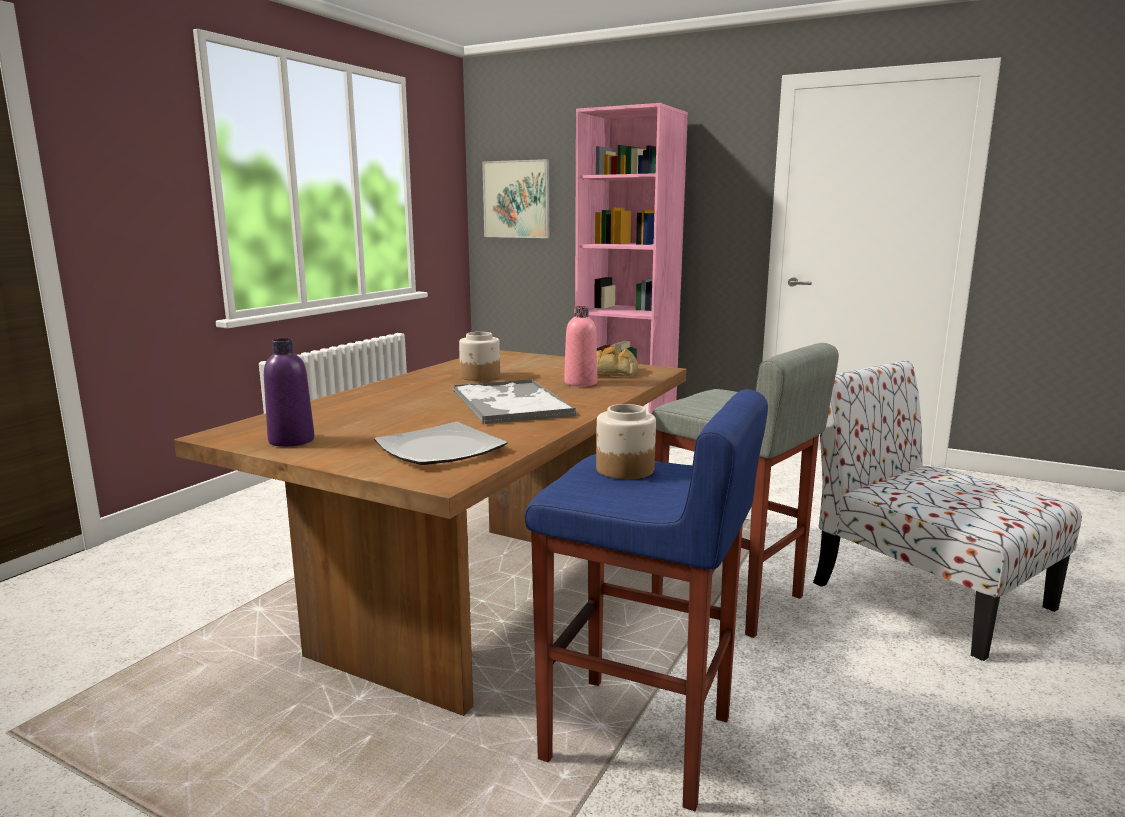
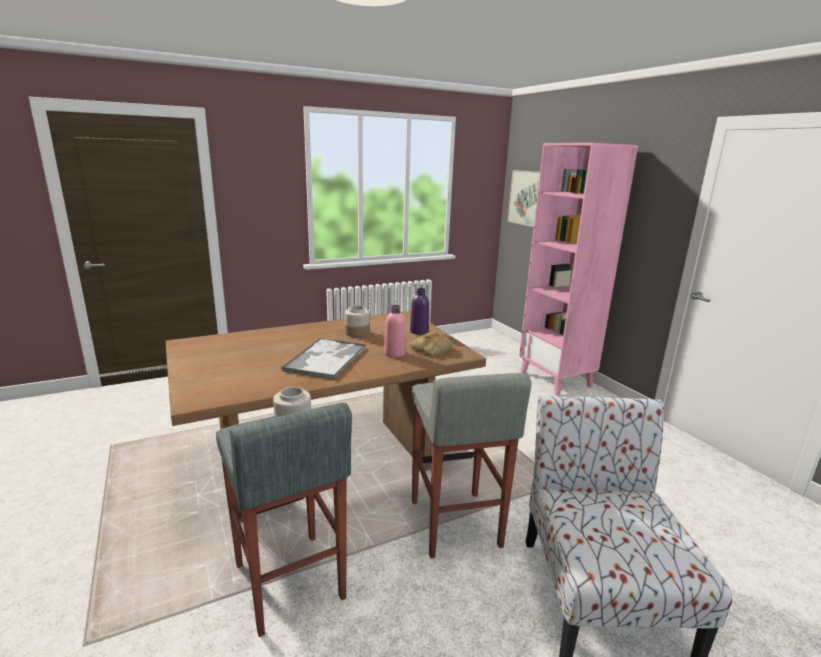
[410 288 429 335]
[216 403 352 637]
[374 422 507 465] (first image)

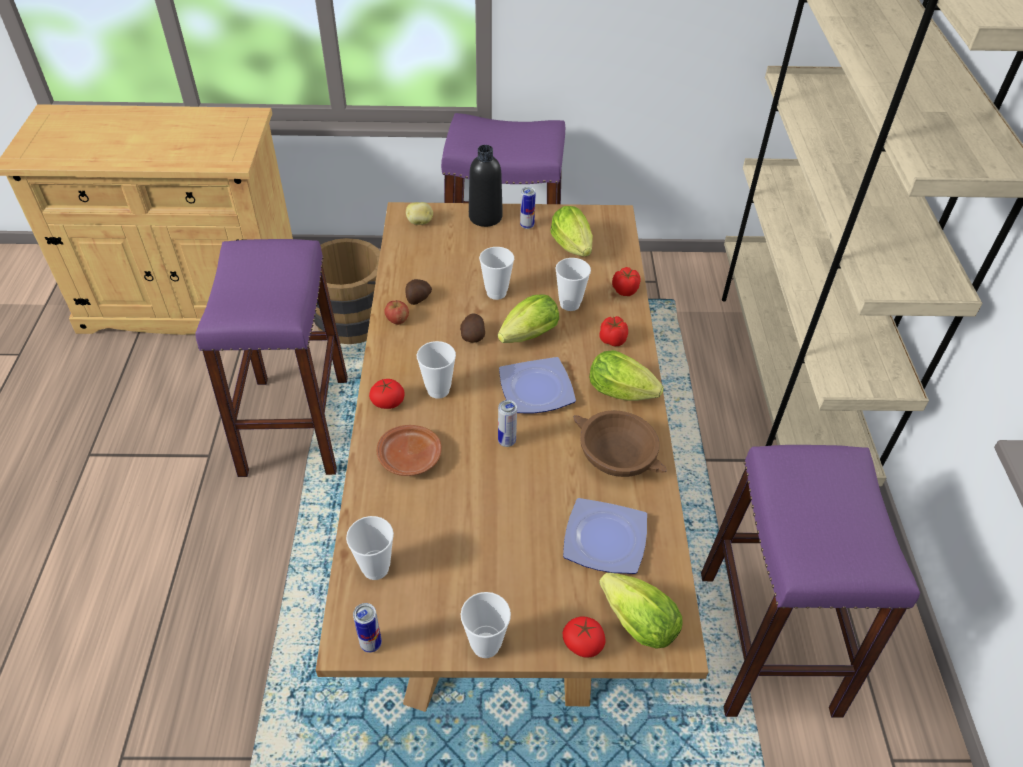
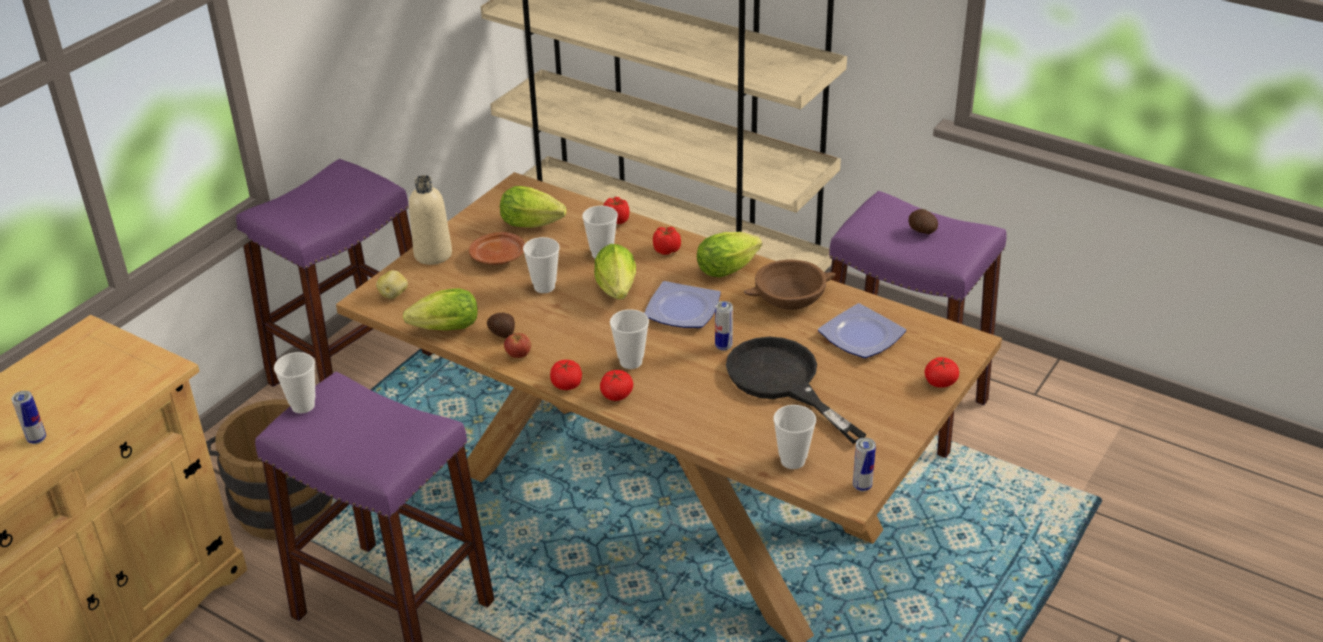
[409 175 452 265]
[11 391 46 444]
[908 209 938 234]
[469 232 525 265]
[403 288 478 331]
[274 352 315 414]
[726 337 867 444]
[550 360 582 390]

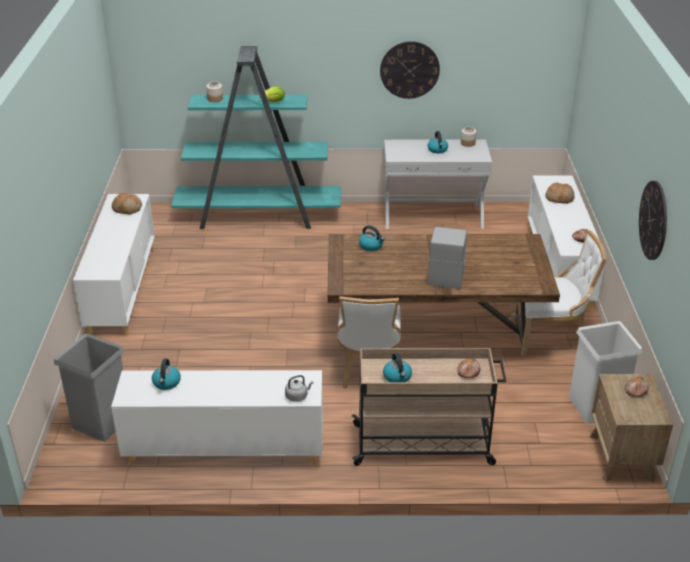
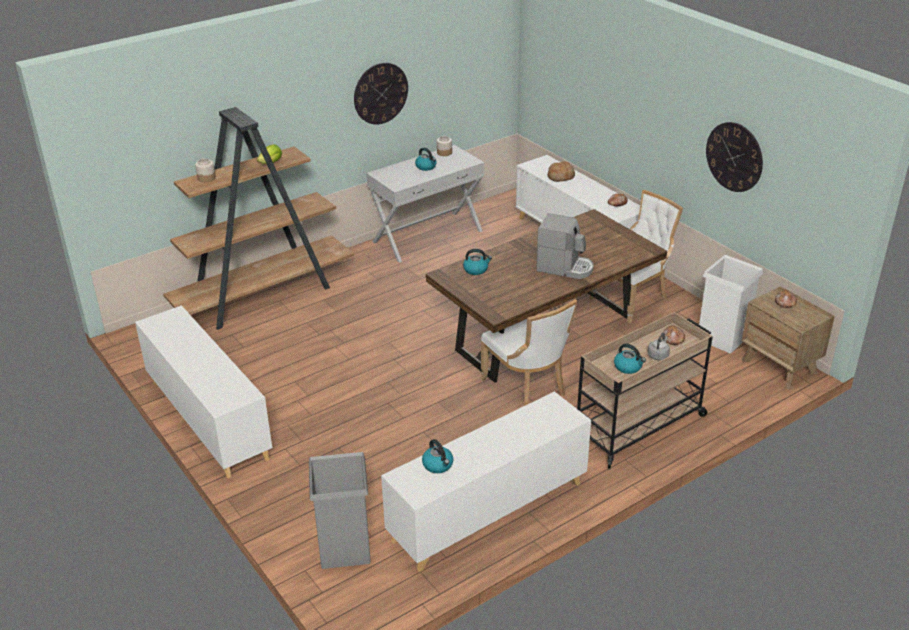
[163 107 354 330]
[112 192 142 214] (first image)
[536 213 593 279]
[648 333 670 360]

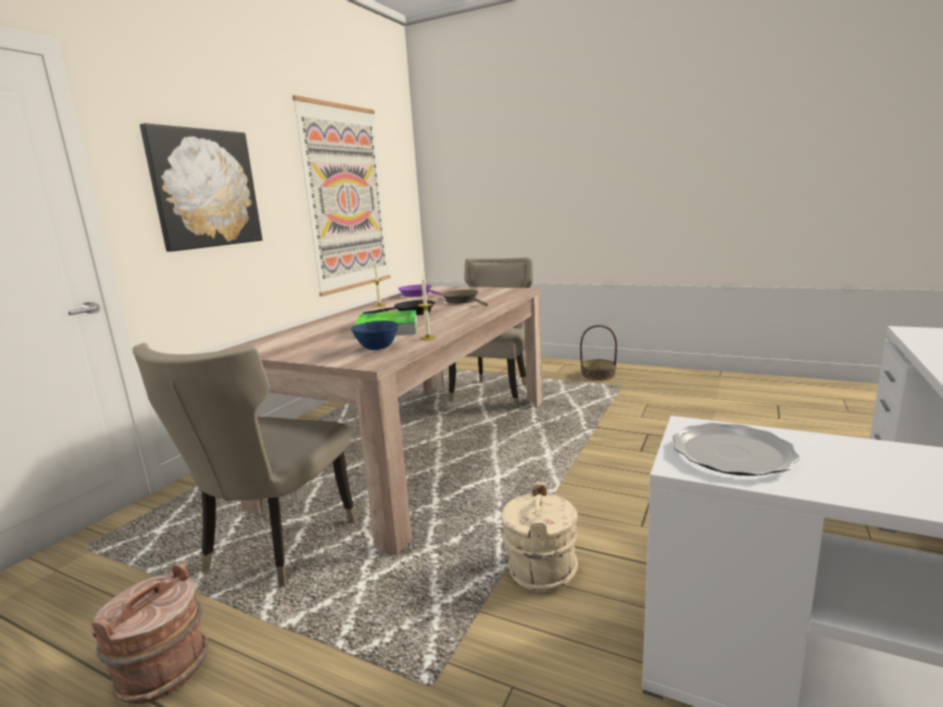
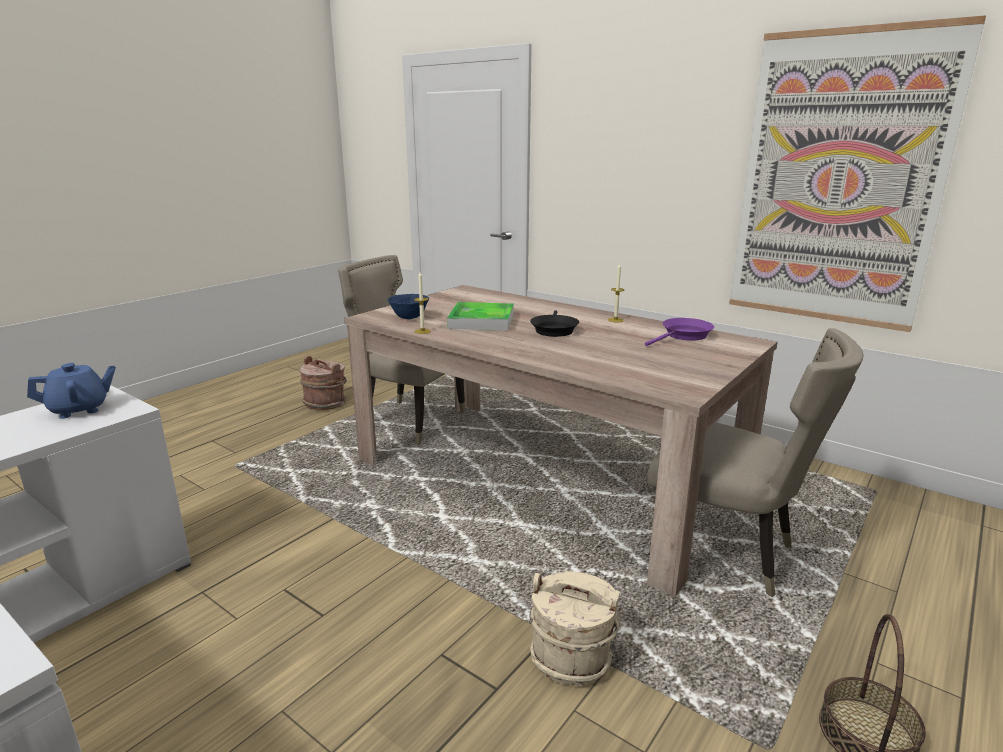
[140 123 262 252] (first image)
[441 290 488 306] (first image)
[27 363 116 419]
[529 571 621 685]

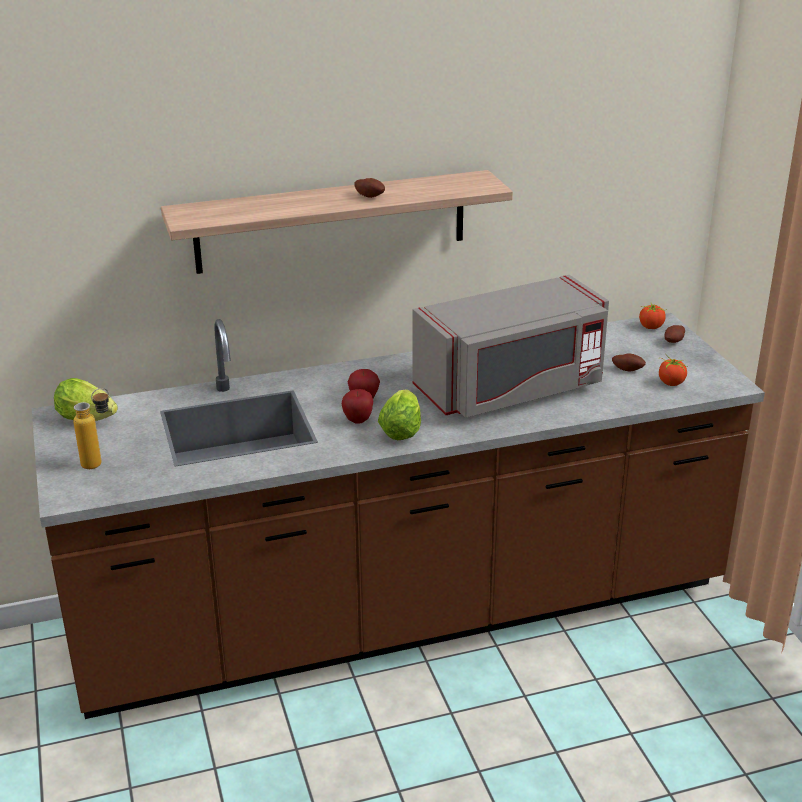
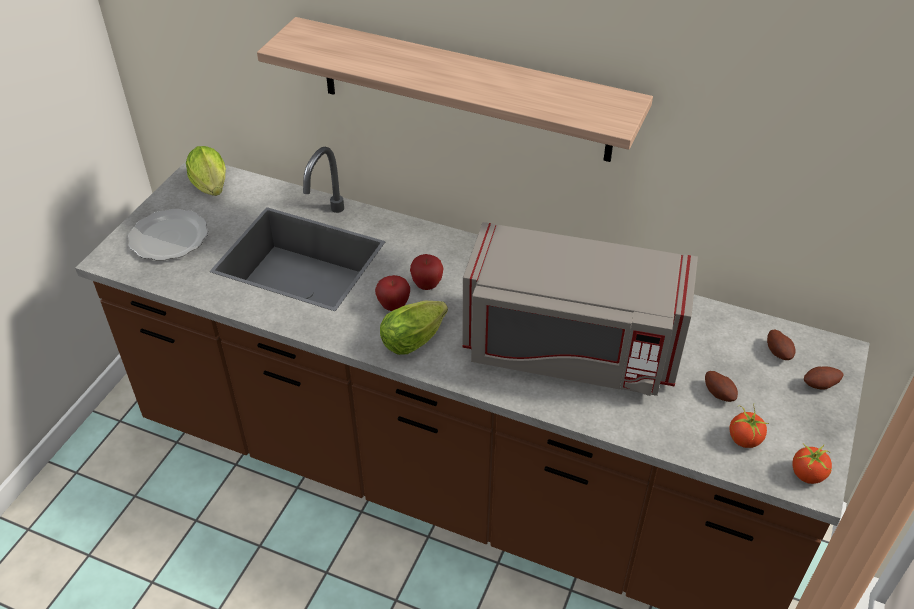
[767 329 796 360]
[793 445 832 484]
[128 209 208 261]

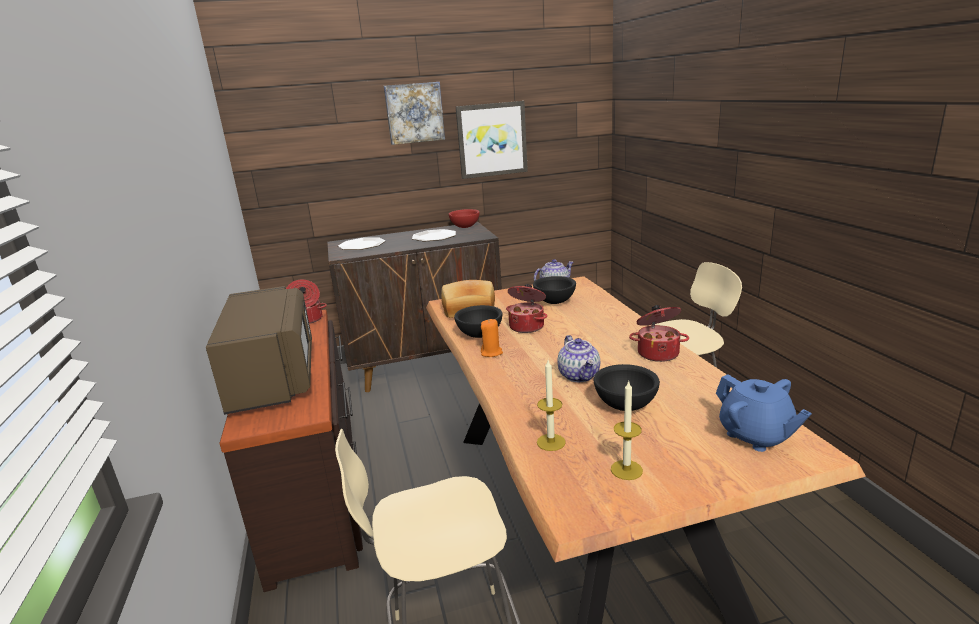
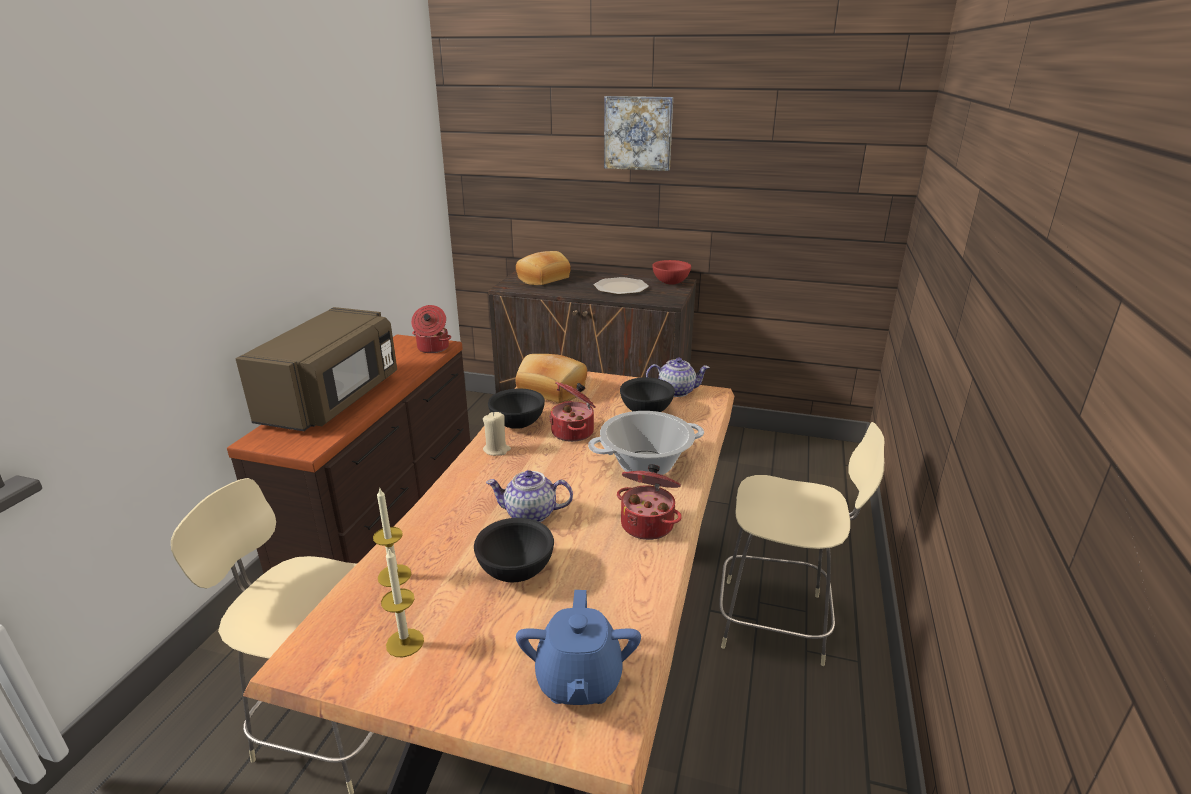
[456 101 528 179] (first image)
[516 251 571 285]
[483 412 511 456]
[486 470 573 522]
[588 411 704 475]

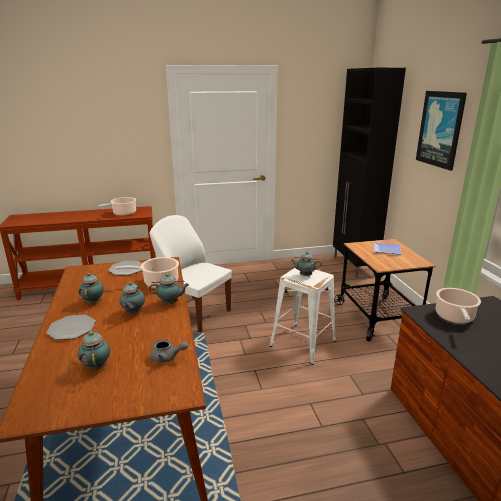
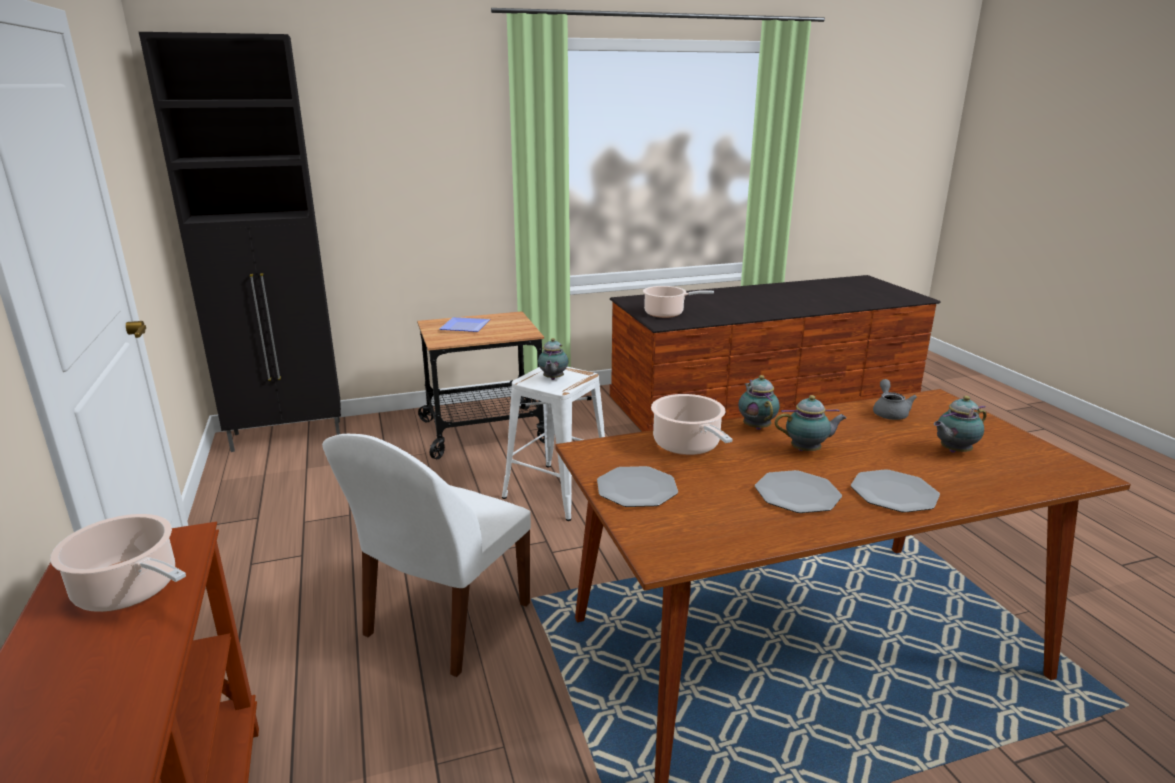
[416 91 467 171] (first image)
[755 470 842 513]

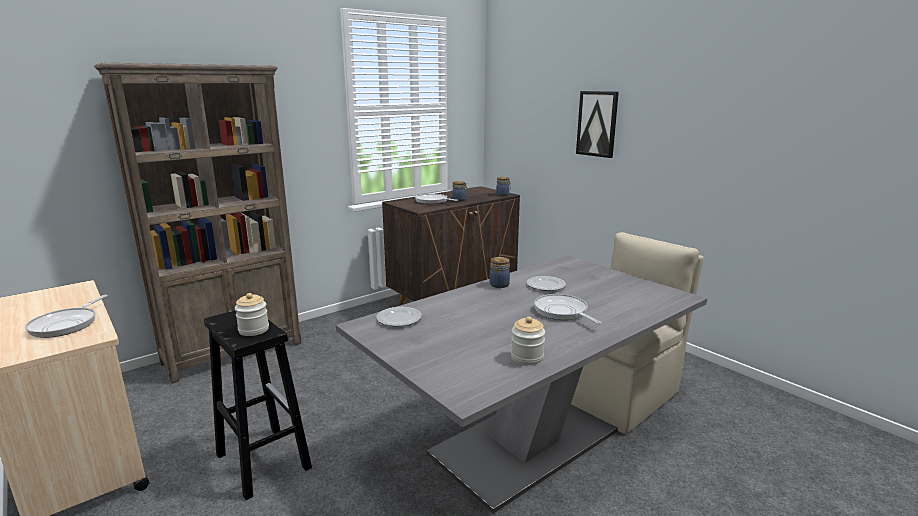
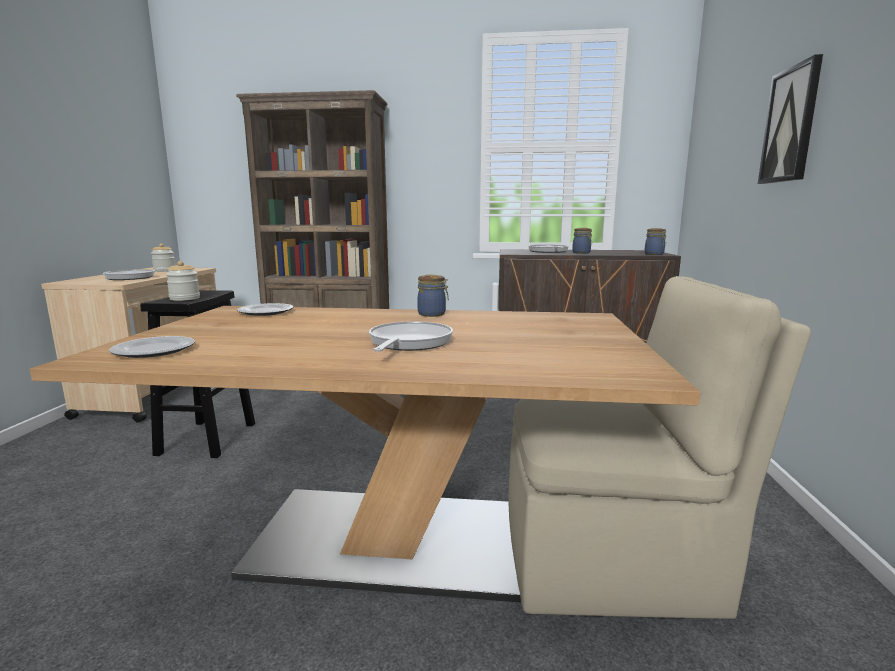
[30 306 701 603]
[109 336 195 358]
[151 243 175 272]

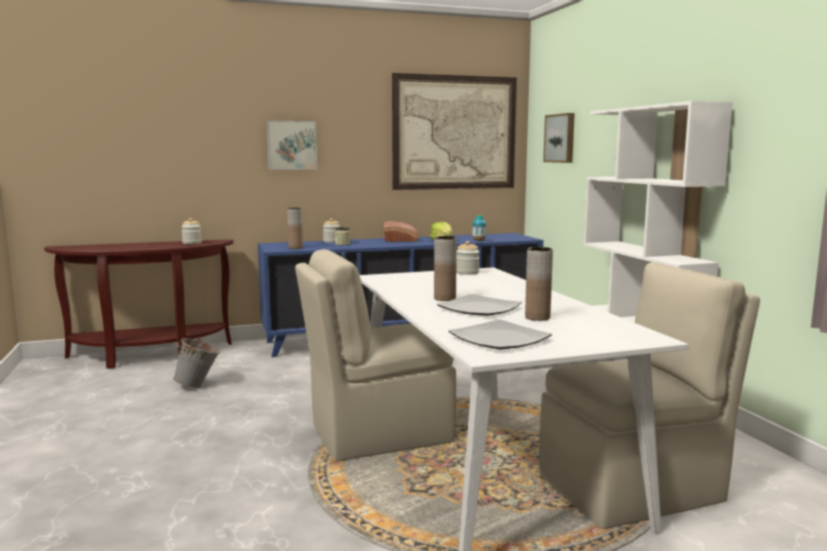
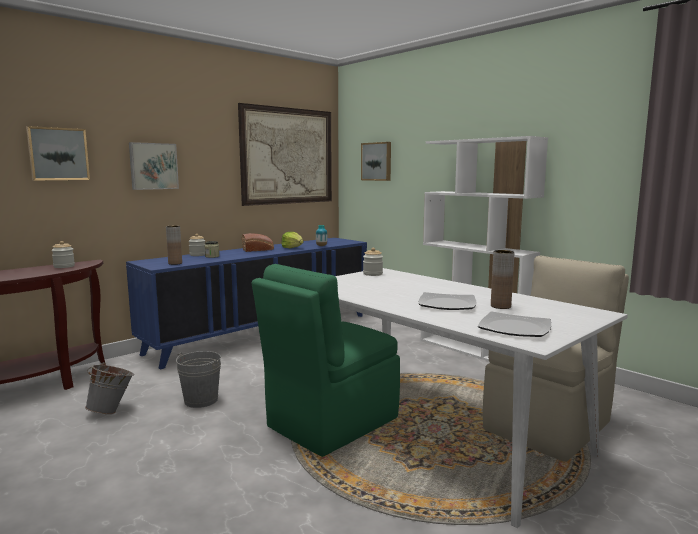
[434 236 457 301] (first image)
[252 264 400 457]
[26 126 90 181]
[176 351 221 408]

